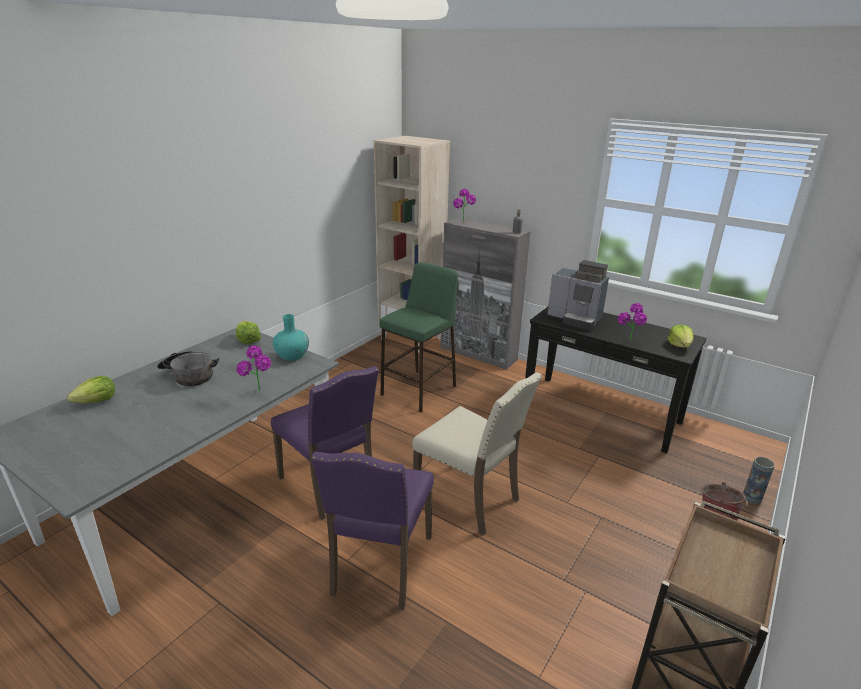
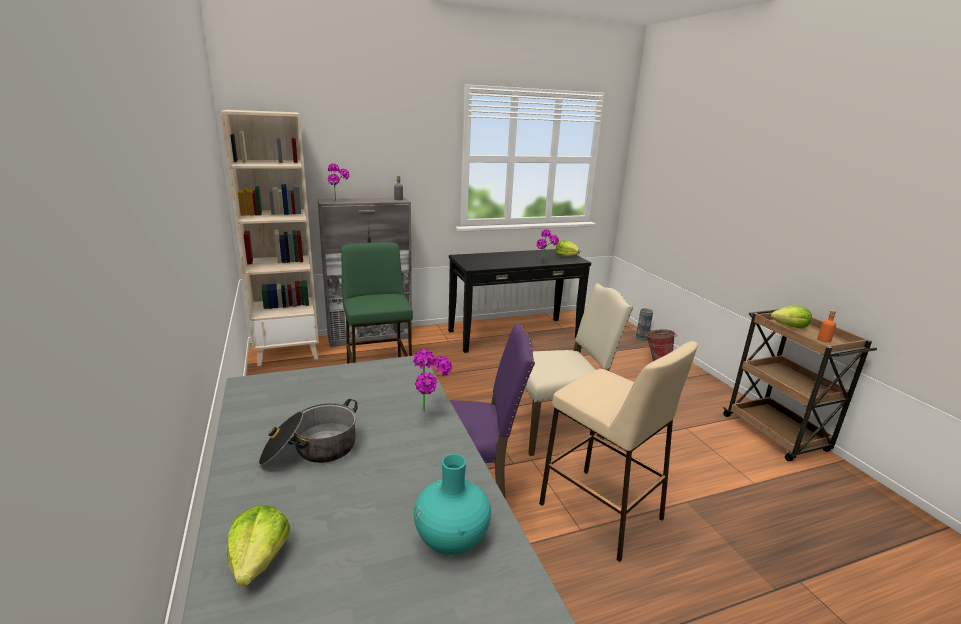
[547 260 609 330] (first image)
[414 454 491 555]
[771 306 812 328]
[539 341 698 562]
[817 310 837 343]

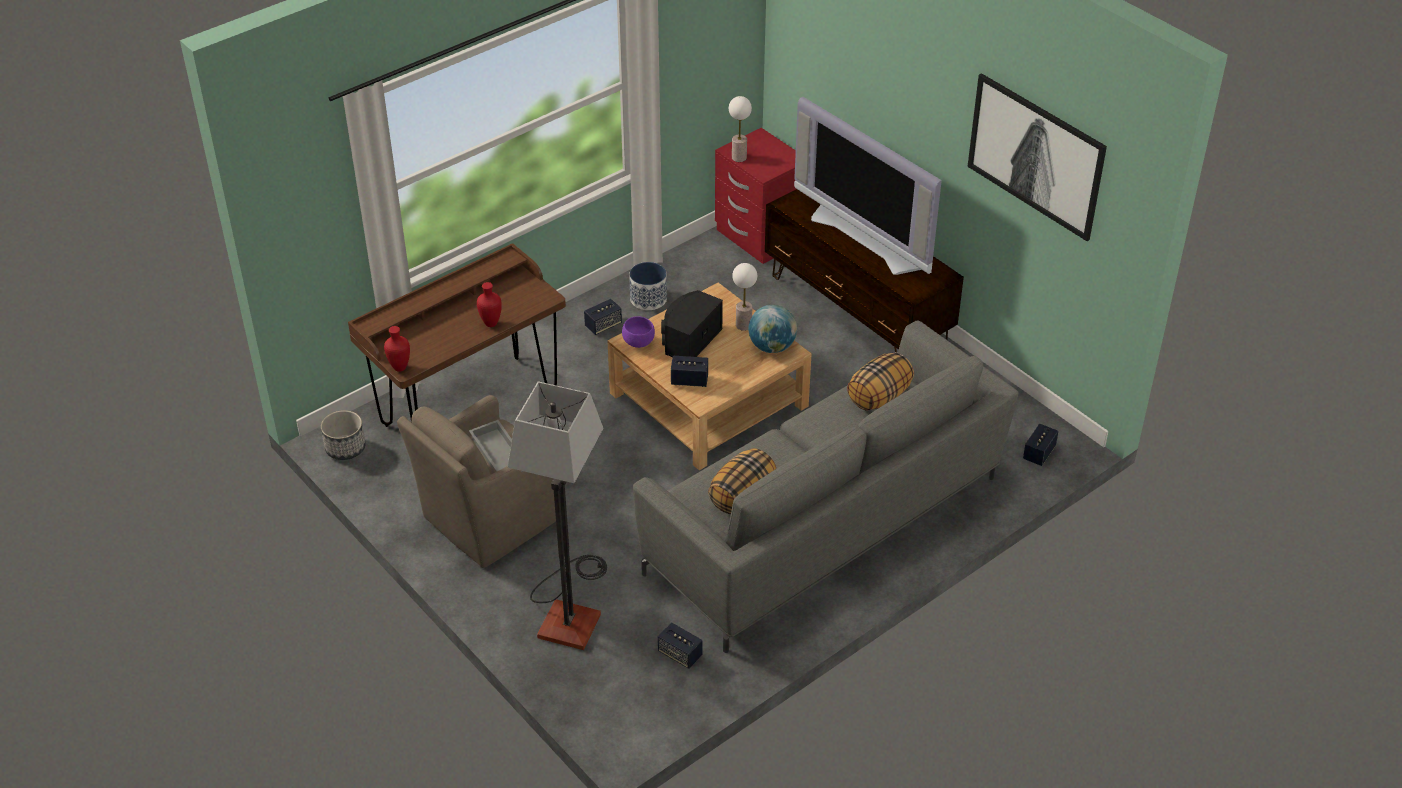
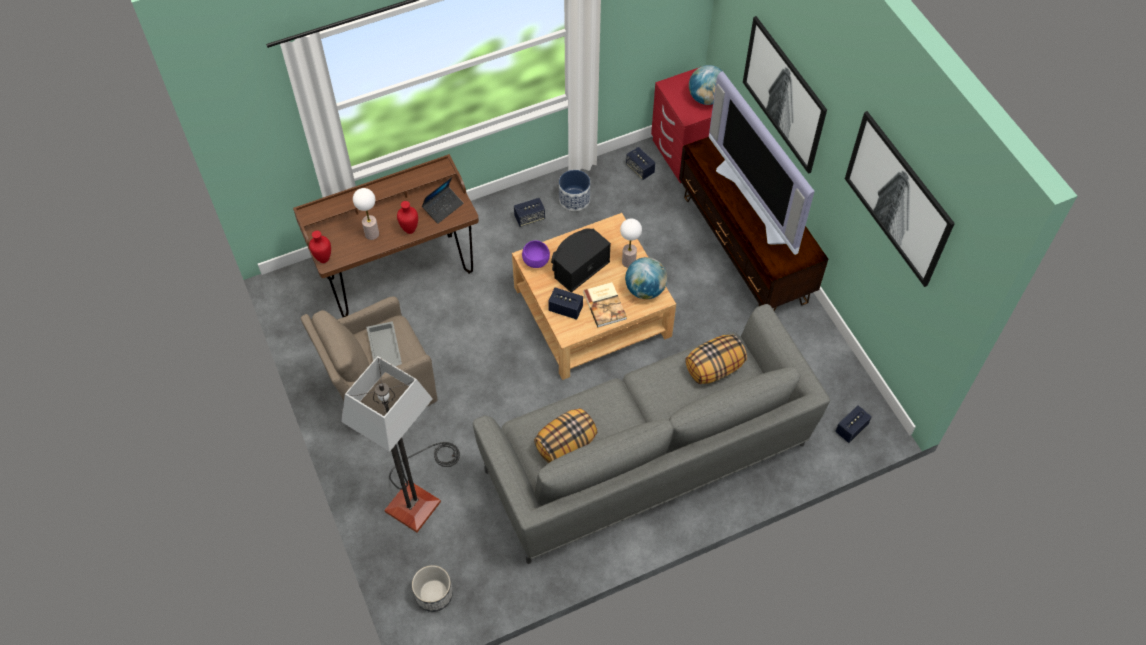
[353 188 379 240]
[412 565 453 612]
[626 147 655 180]
[743 16 827 174]
[689 65 722 105]
[422 177 464 224]
[583 282 627 327]

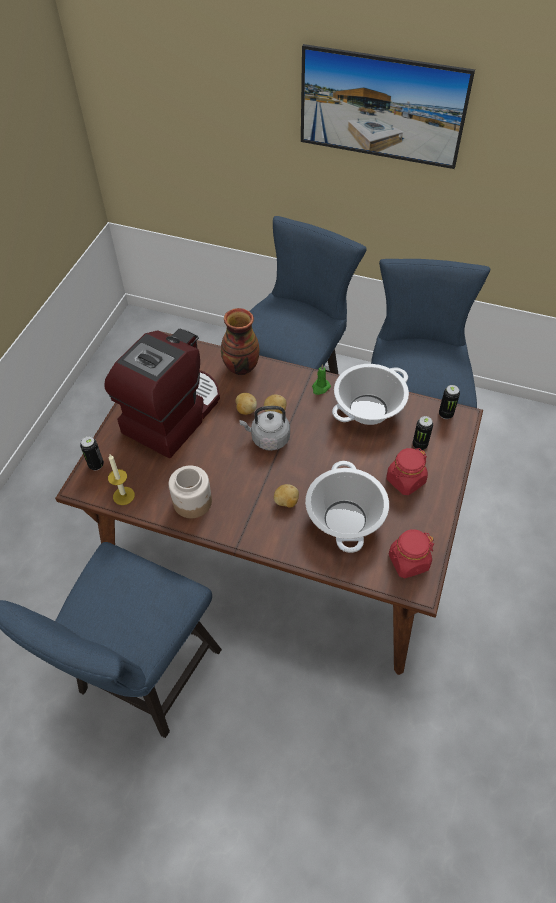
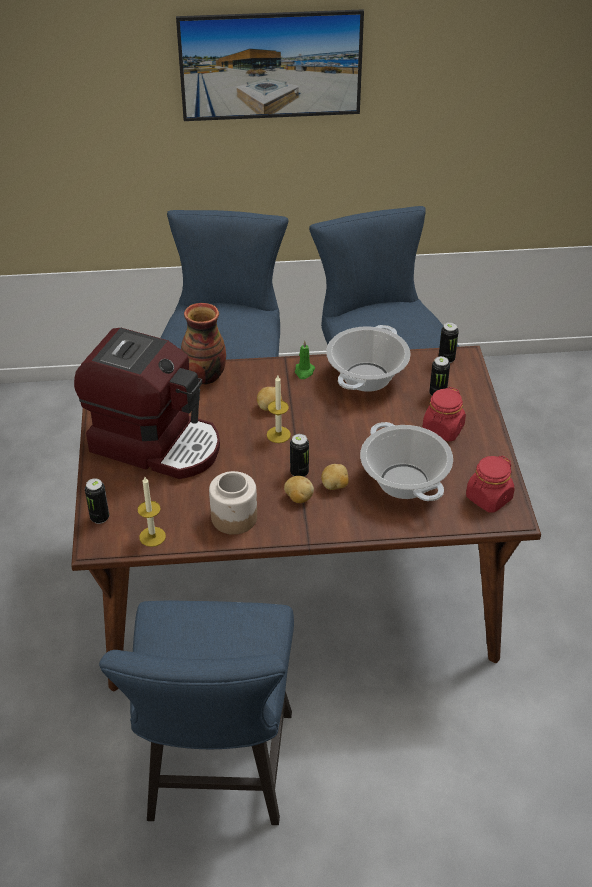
[74 328 220 479]
[284 476 314 503]
[267 376 291 443]
[290 434 309 477]

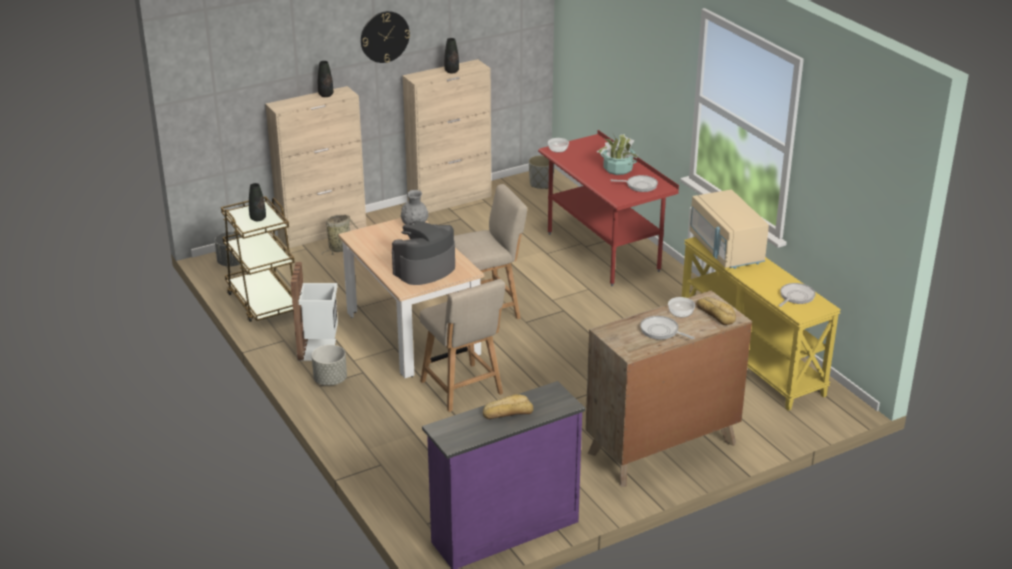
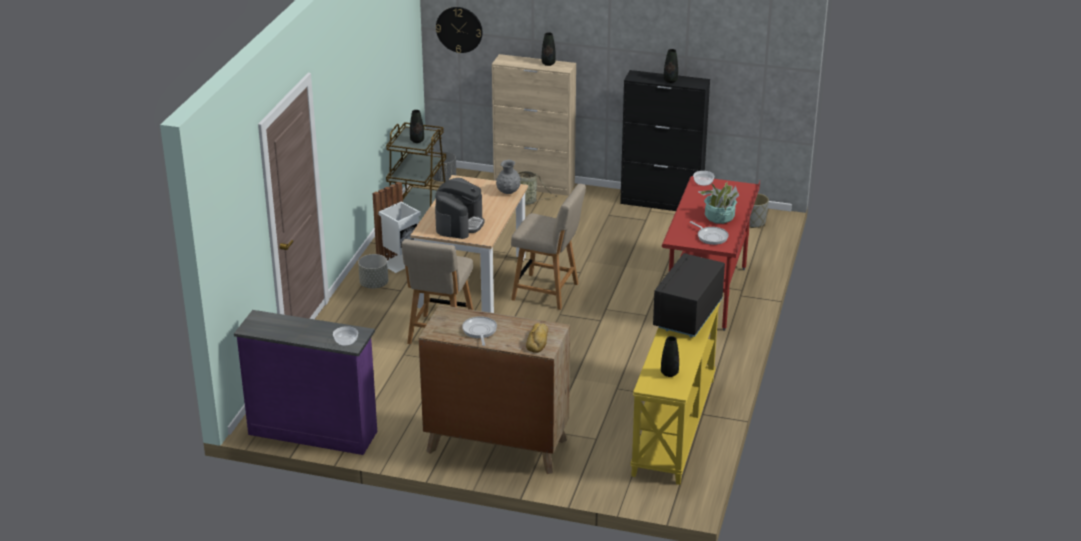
[436 7 483 53]
[620 70 710 211]
[653 253 725 337]
[435 178 485 239]
[661 336 679 377]
[333 326 358 346]
[483 394 533 419] (first image)

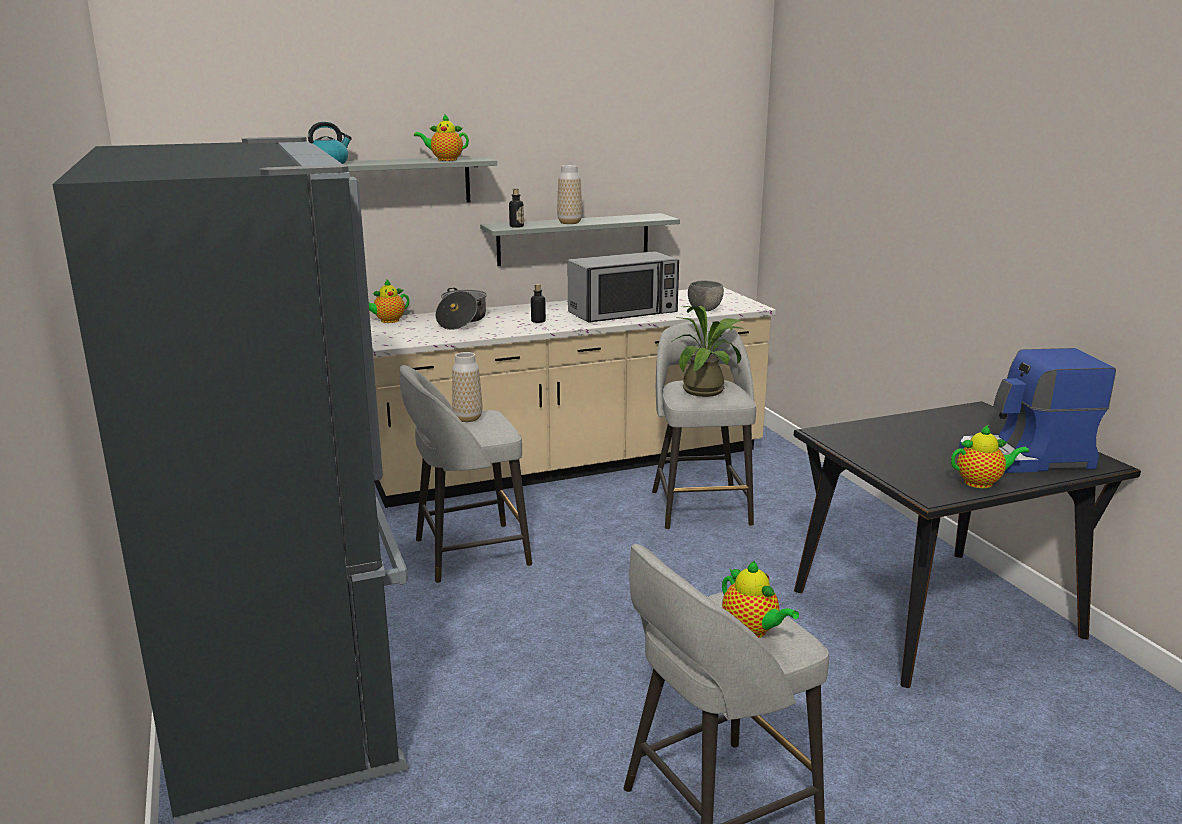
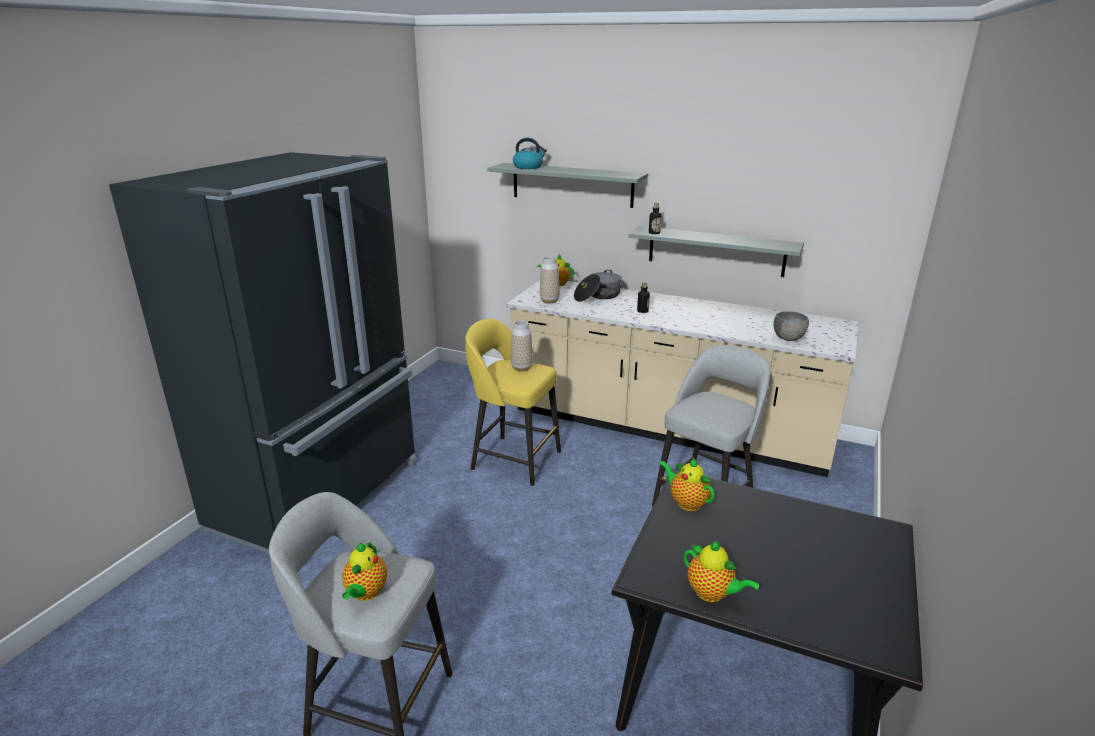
[659 458 715 511]
[540 256 560 303]
[568 251 679 323] (first image)
[671 306 744 397] (first image)
[959 348 1116 473] (first image)
[465 319 561 486]

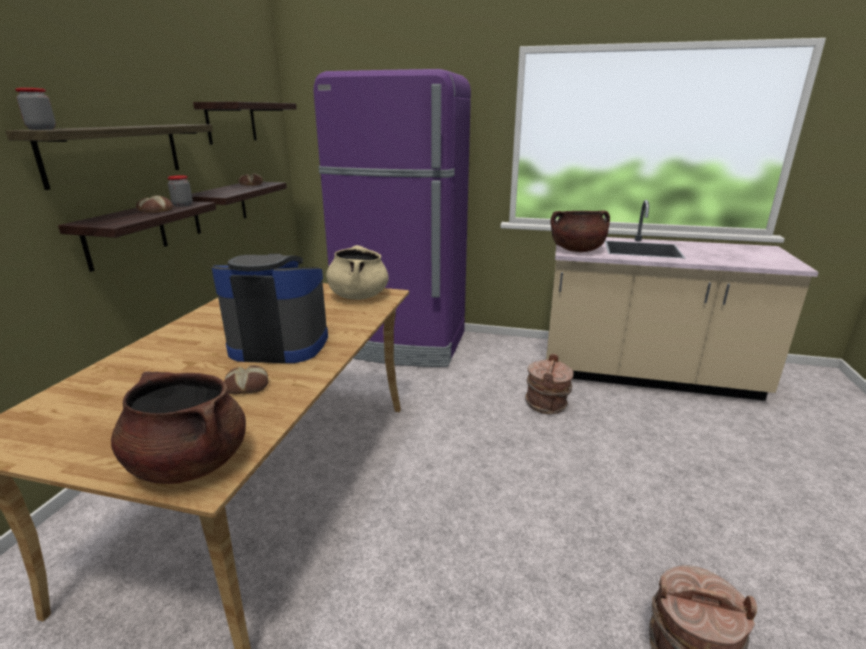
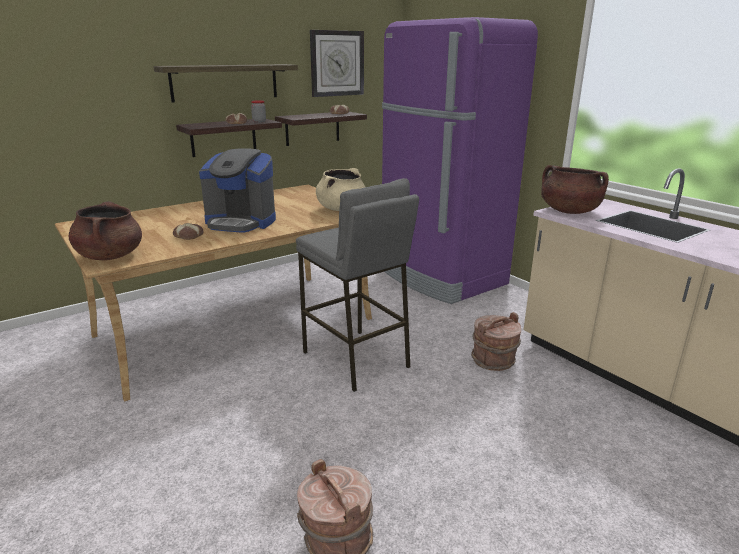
[15 88 56 130] (first image)
[310 30 364 97]
[199 148 276 233]
[296 178 419 392]

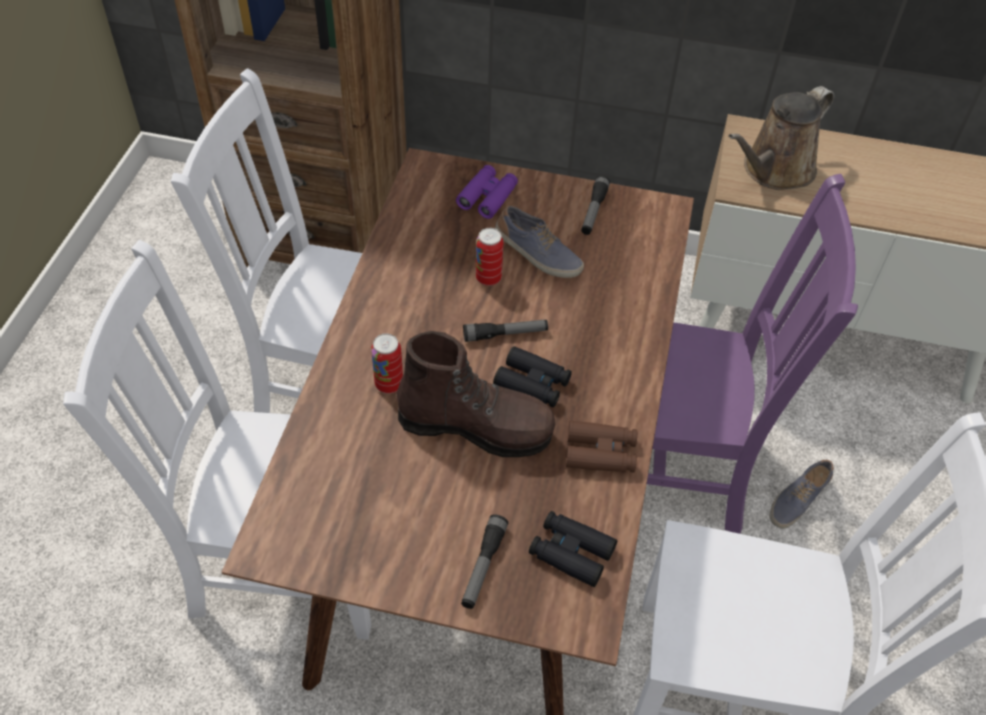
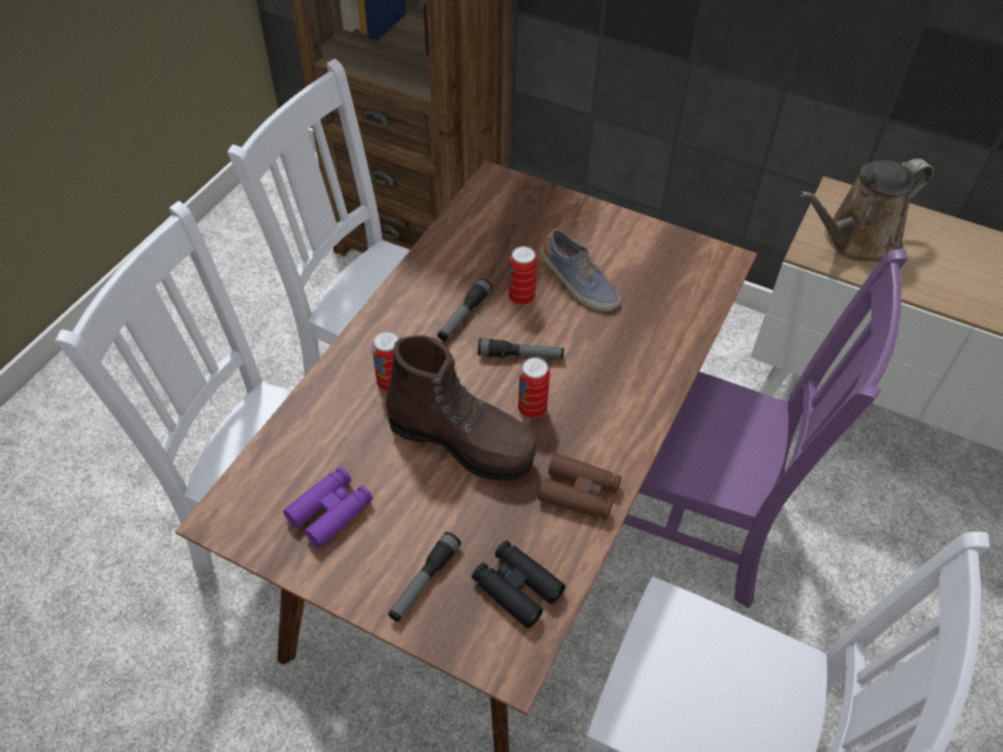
[283 467 373 548]
[437 278 492 341]
[518 357 550 419]
[769 460 834 529] (first image)

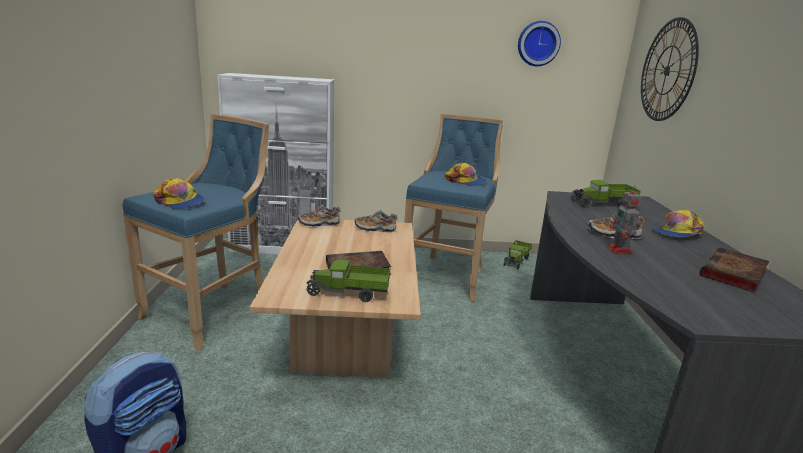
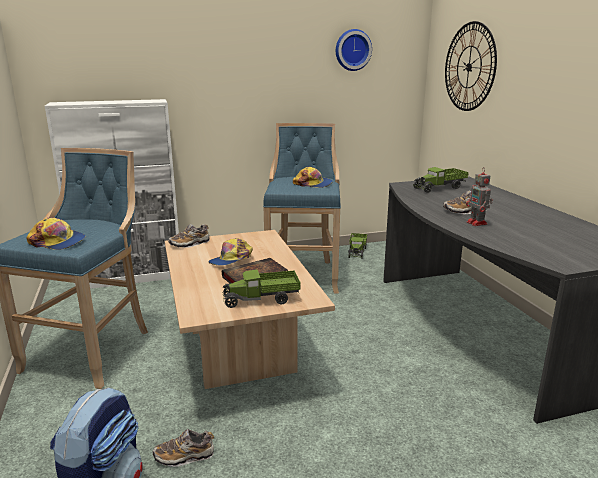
[153 429 214 467]
[208 238 253 266]
[700 247 770 293] (first image)

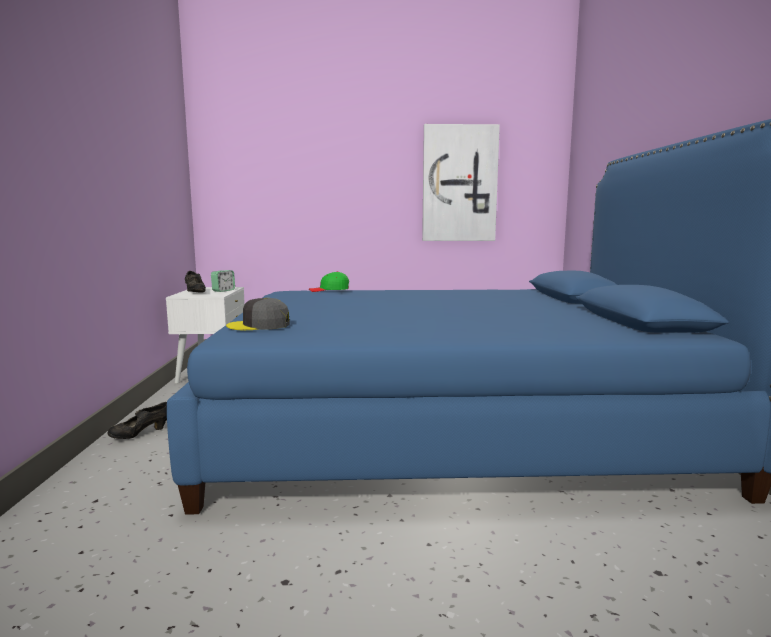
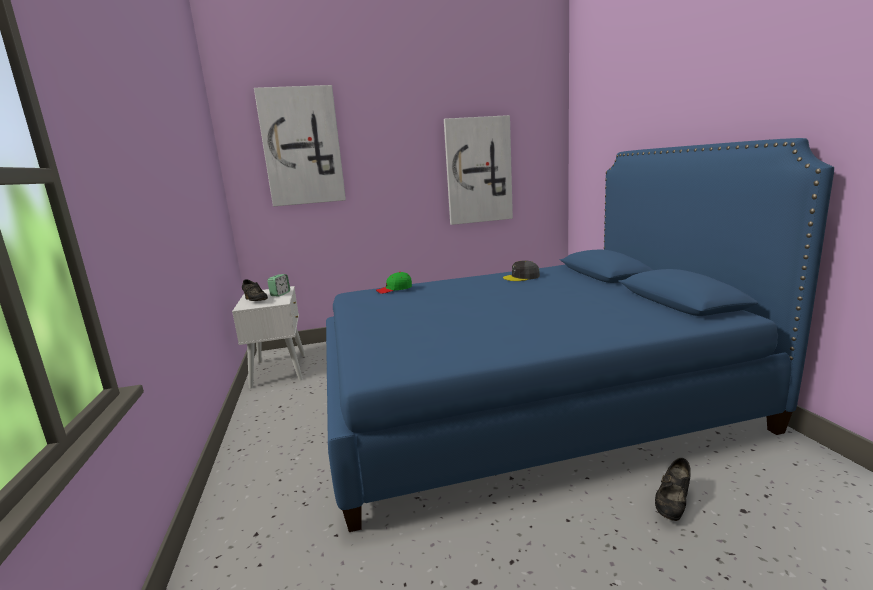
[503 260 540 281]
[655 458 691 521]
[254 85 346 207]

